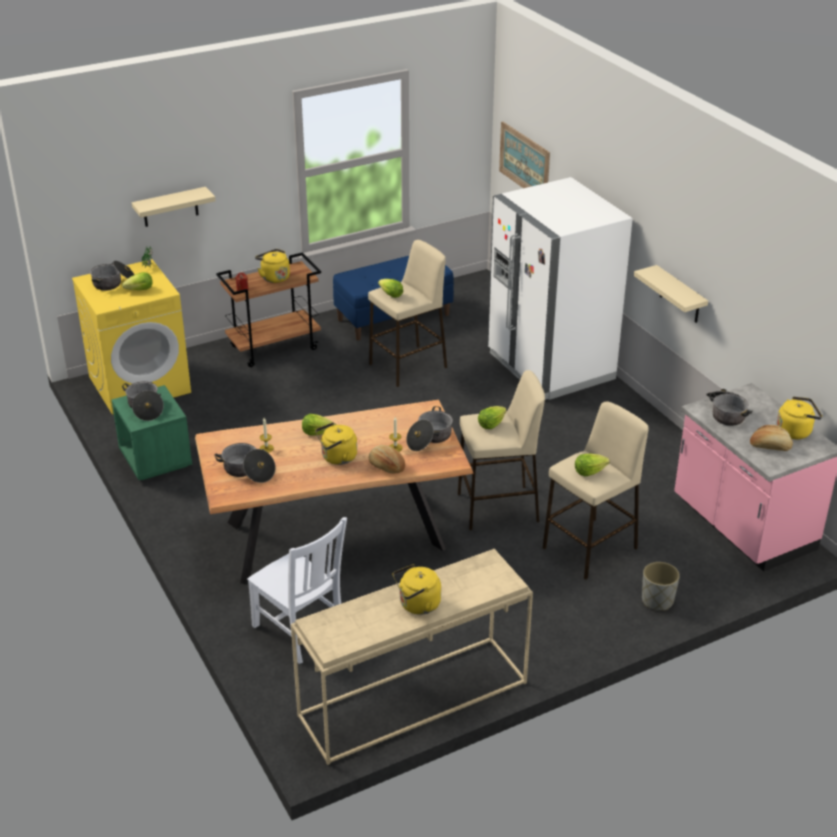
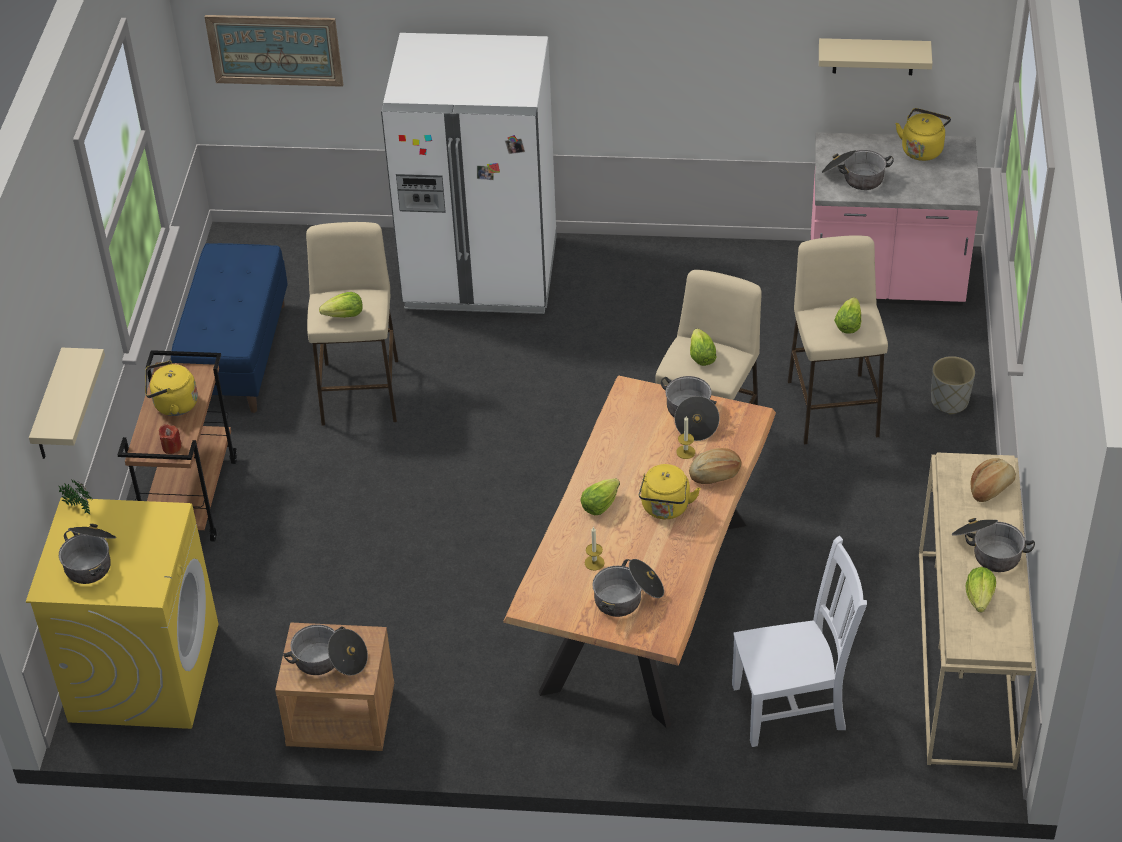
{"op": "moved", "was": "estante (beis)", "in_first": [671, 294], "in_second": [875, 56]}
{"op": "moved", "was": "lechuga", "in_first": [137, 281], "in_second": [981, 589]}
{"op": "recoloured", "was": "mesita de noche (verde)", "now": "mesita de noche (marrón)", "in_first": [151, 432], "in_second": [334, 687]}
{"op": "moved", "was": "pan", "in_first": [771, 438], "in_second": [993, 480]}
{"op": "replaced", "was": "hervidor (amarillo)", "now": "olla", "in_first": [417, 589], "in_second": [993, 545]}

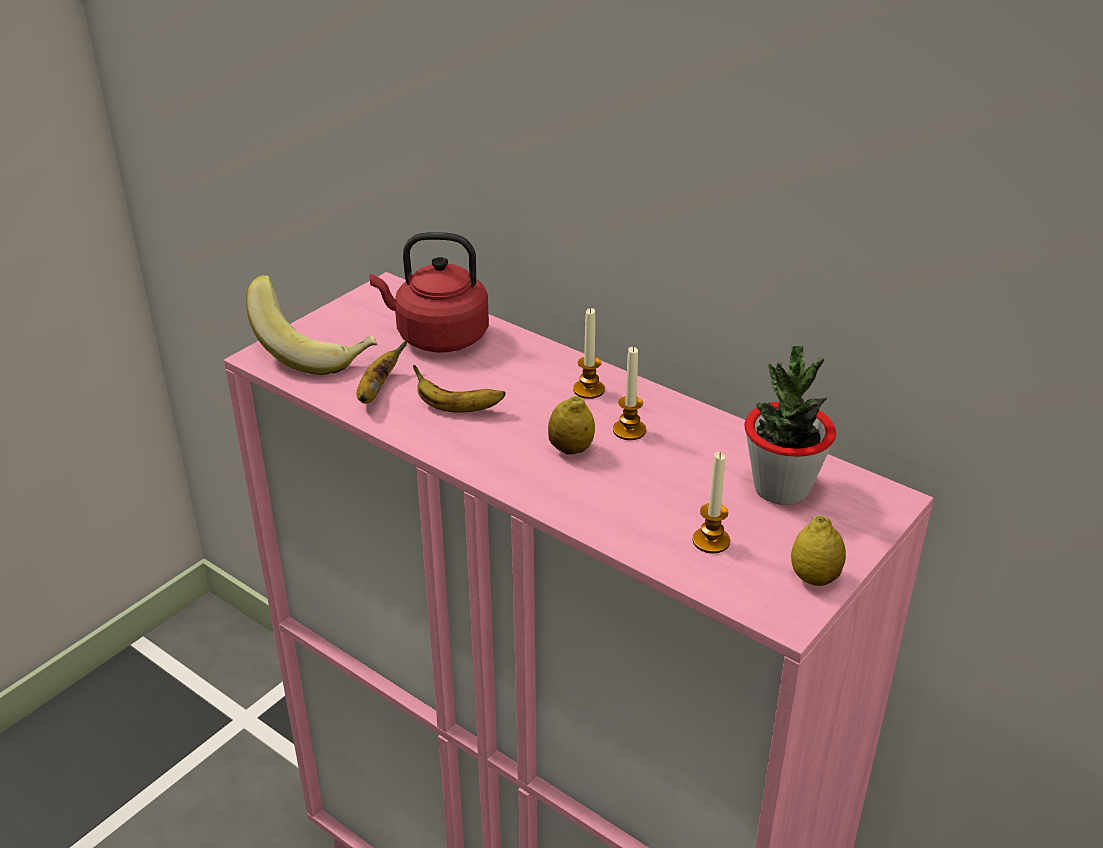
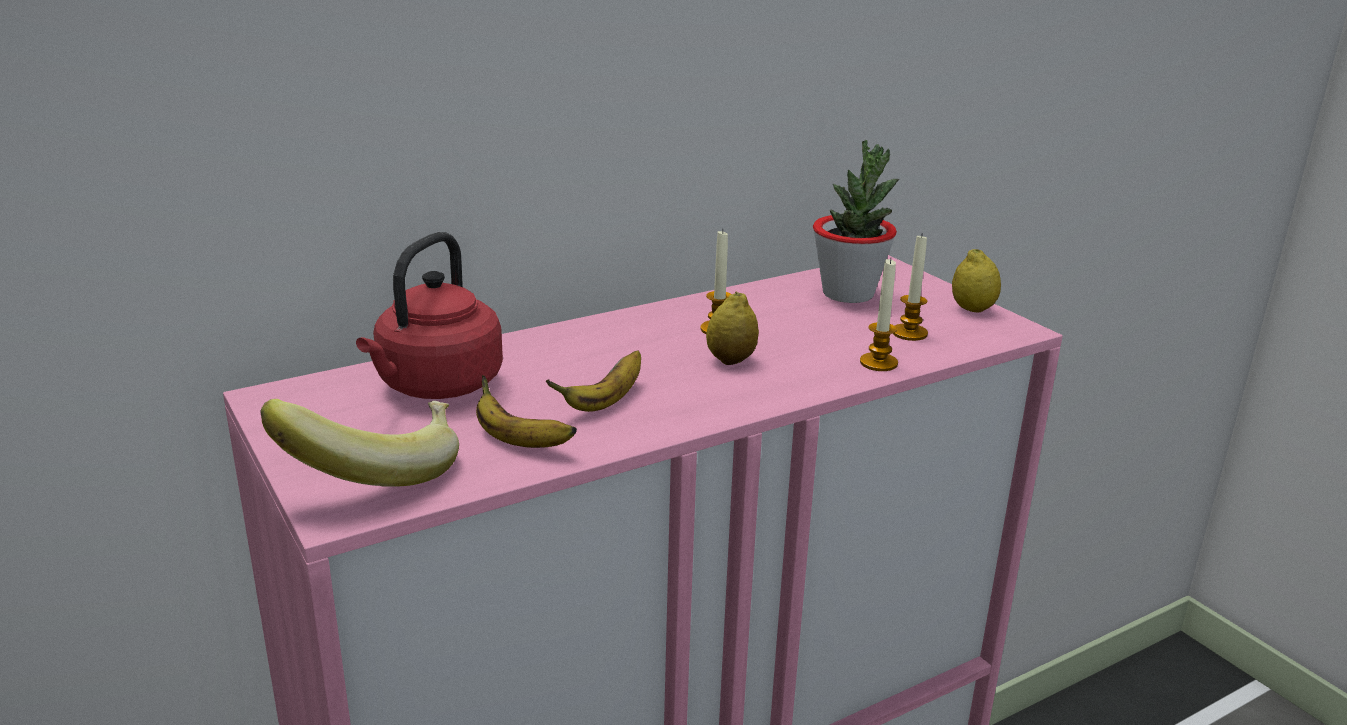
{"op": "moved", "was": "vela", "in_first": [589, 353], "in_second": [879, 315]}

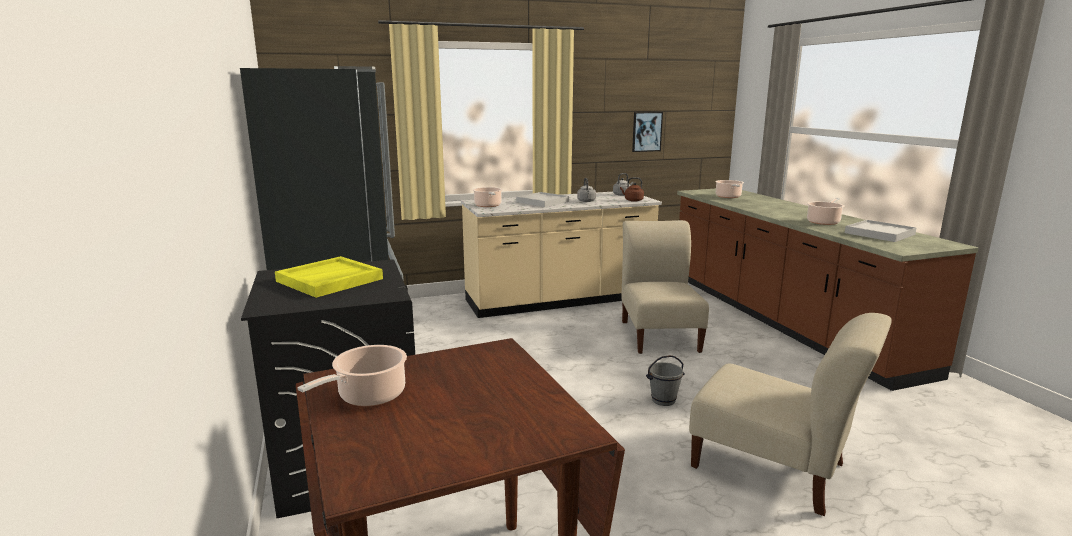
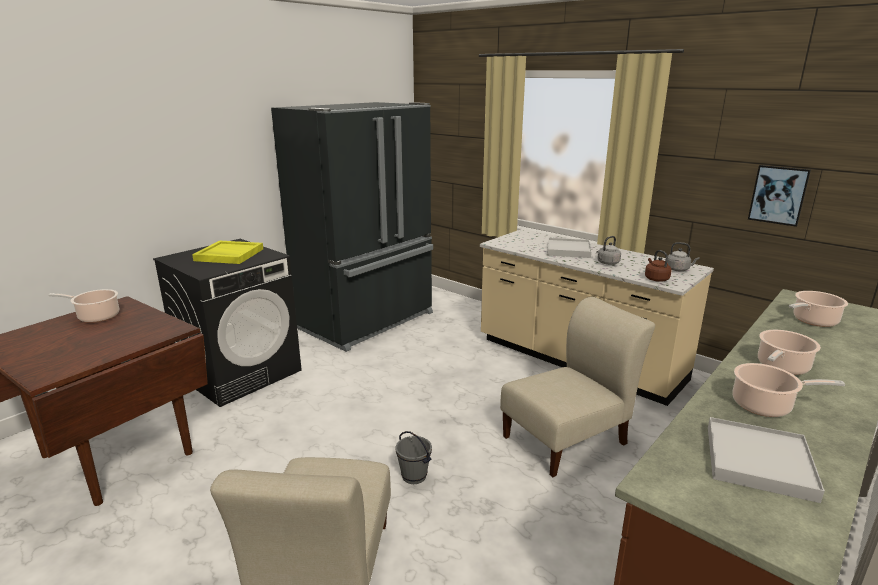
{"op": "moved", "was": "olla", "in_first": [488, 197], "in_second": [789, 352]}

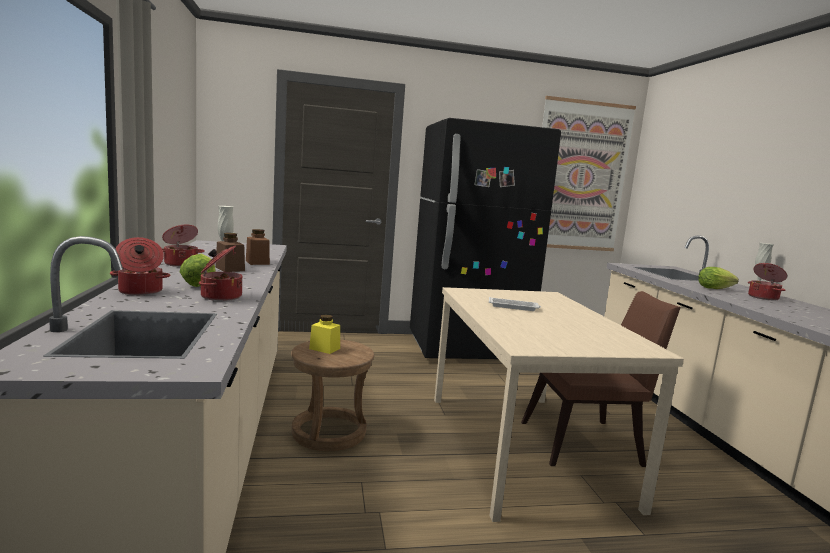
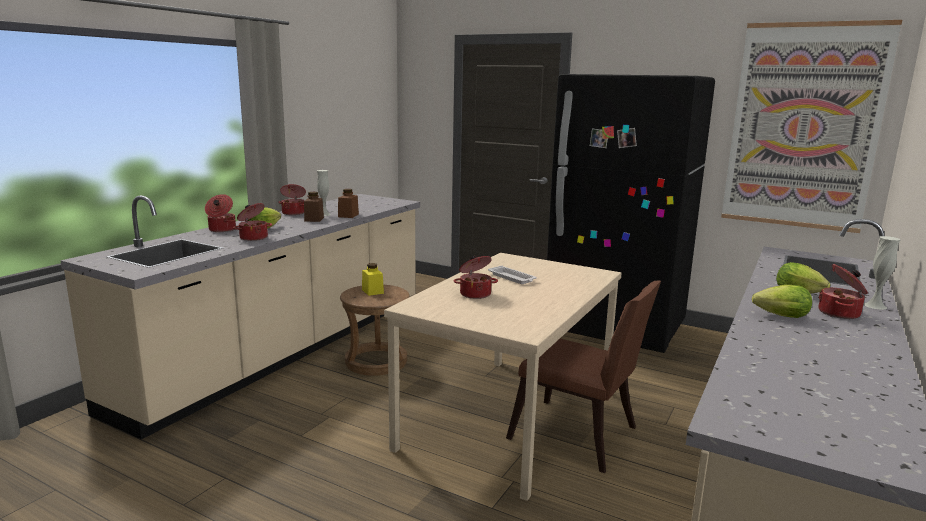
{"op": "added", "now": "olla", "in_second": [476, 277]}
{"op": "added", "now": "lechuga", "in_second": [782, 301]}

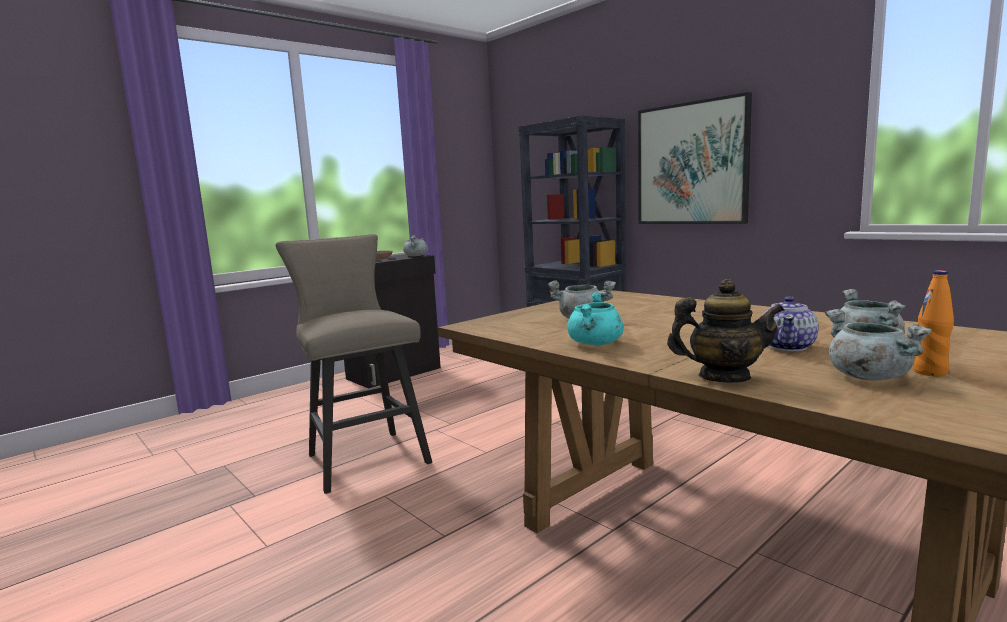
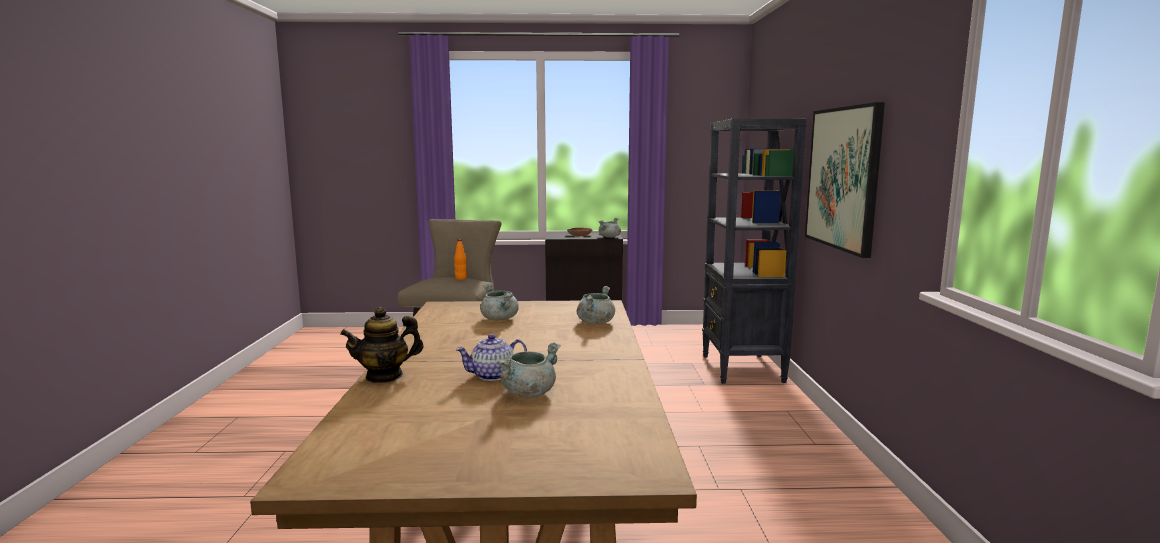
{"op": "moved", "was": "botella (naranja)", "in_first": [933, 323], "in_second": [460, 259]}
{"op": "turned", "was": "tetera", "in_first": [725, 331], "in_second": [381, 345], "clockwise": 105}
{"op": "removed", "was": "olla (turquesa)", "in_first": [595, 318]}
{"op": "moved", "was": "olla (gris)", "in_first": [879, 345], "in_second": [596, 305]}

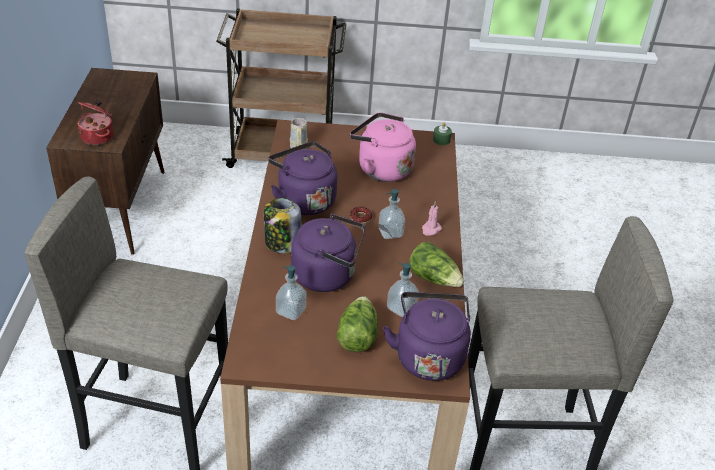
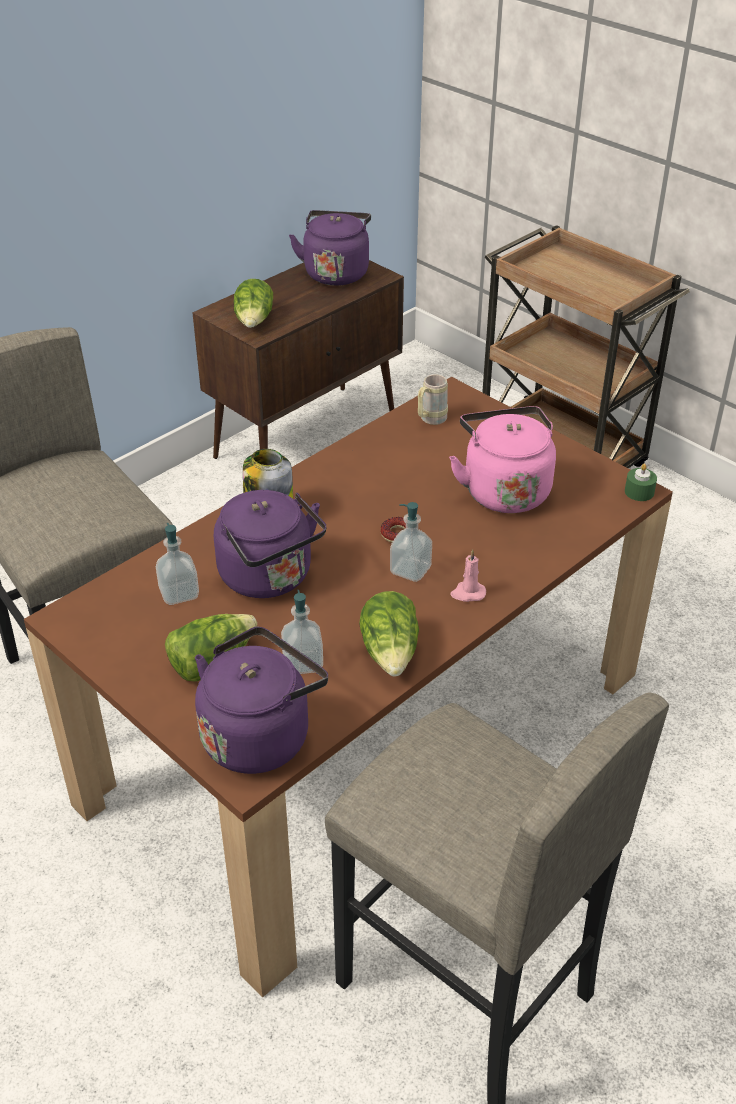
{"op": "replaced", "was": "olla", "now": "lechuga", "in_first": [95, 122], "in_second": [253, 303]}
{"op": "moved", "was": "hervidor (morado)", "in_first": [302, 178], "in_second": [330, 247]}

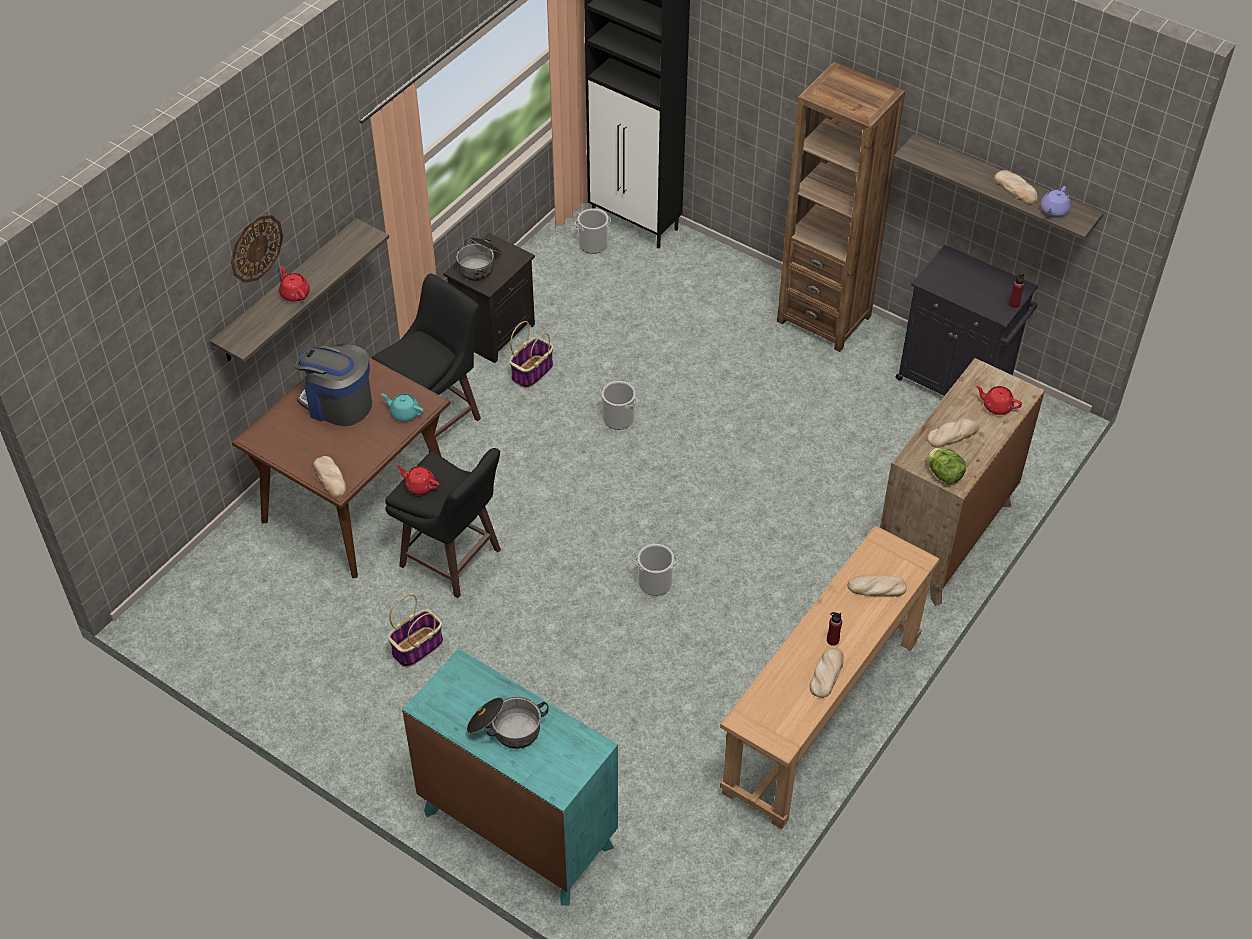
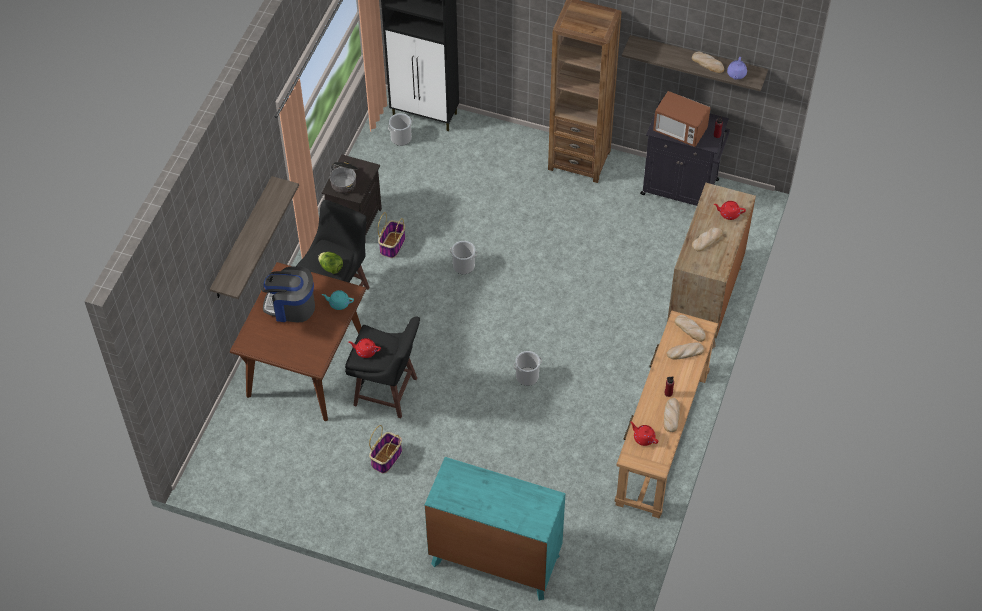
{"op": "removed", "was": "reloj de pared", "in_first": [257, 249]}
{"op": "moved", "was": "tetera (rojo)", "in_first": [294, 284], "in_second": [644, 433]}
{"op": "moved", "was": "lechuga", "in_first": [947, 466], "in_second": [330, 263]}
{"op": "moved", "was": "pan", "in_first": [329, 477], "in_second": [690, 328]}
{"op": "removed", "was": "olla", "in_first": [508, 722]}
{"op": "added", "now": "microondas", "in_second": [682, 119]}

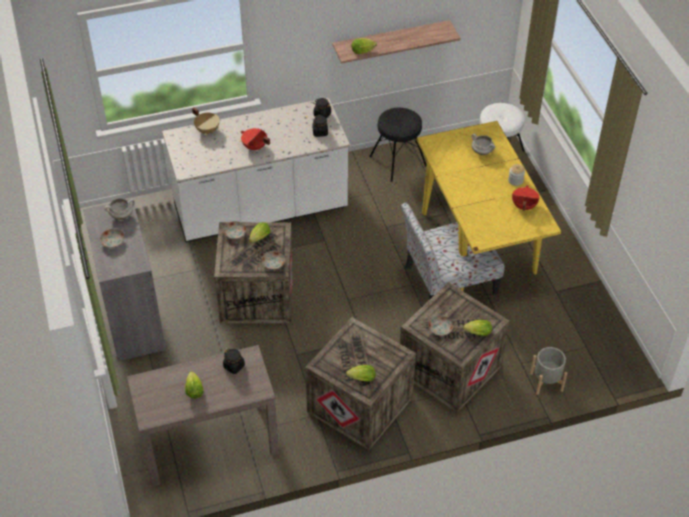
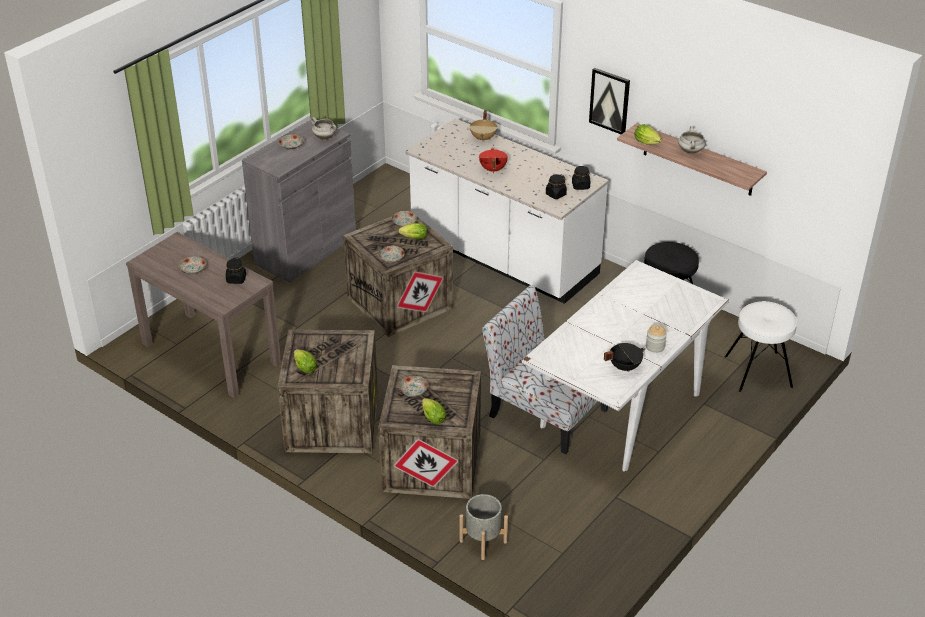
{"op": "recoloured", "was": "mesa de comedor (amarillo)", "now": "mesa de comedor (blanco)", "in_first": [488, 206], "in_second": [625, 366]}
{"op": "moved", "was": "olla (blanco)", "in_first": [483, 144], "in_second": [692, 140]}
{"op": "recoloured", "was": "olla (rojo)", "now": "olla (negro)", "in_first": [525, 198], "in_second": [624, 357]}
{"op": "replaced", "was": "lechuga", "now": "plato", "in_first": [194, 385], "in_second": [192, 265]}
{"op": "added", "now": "cuadro", "in_second": [609, 101]}

